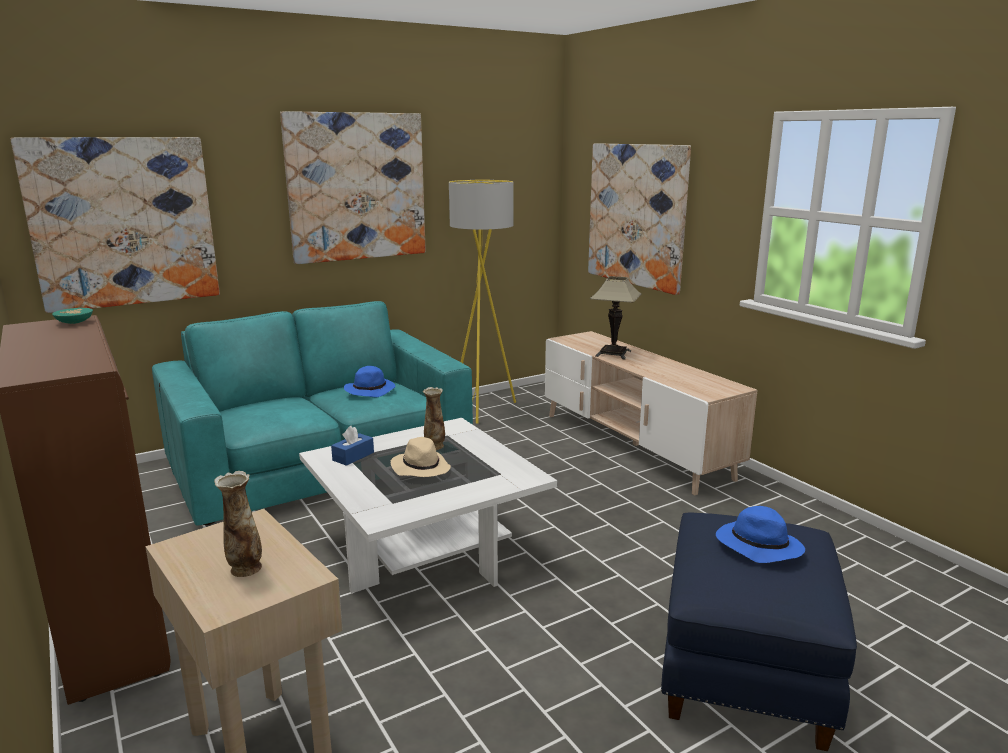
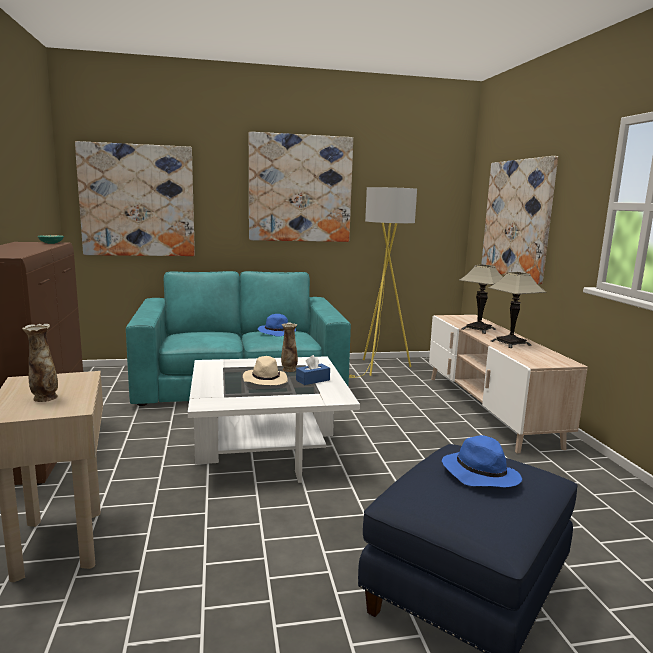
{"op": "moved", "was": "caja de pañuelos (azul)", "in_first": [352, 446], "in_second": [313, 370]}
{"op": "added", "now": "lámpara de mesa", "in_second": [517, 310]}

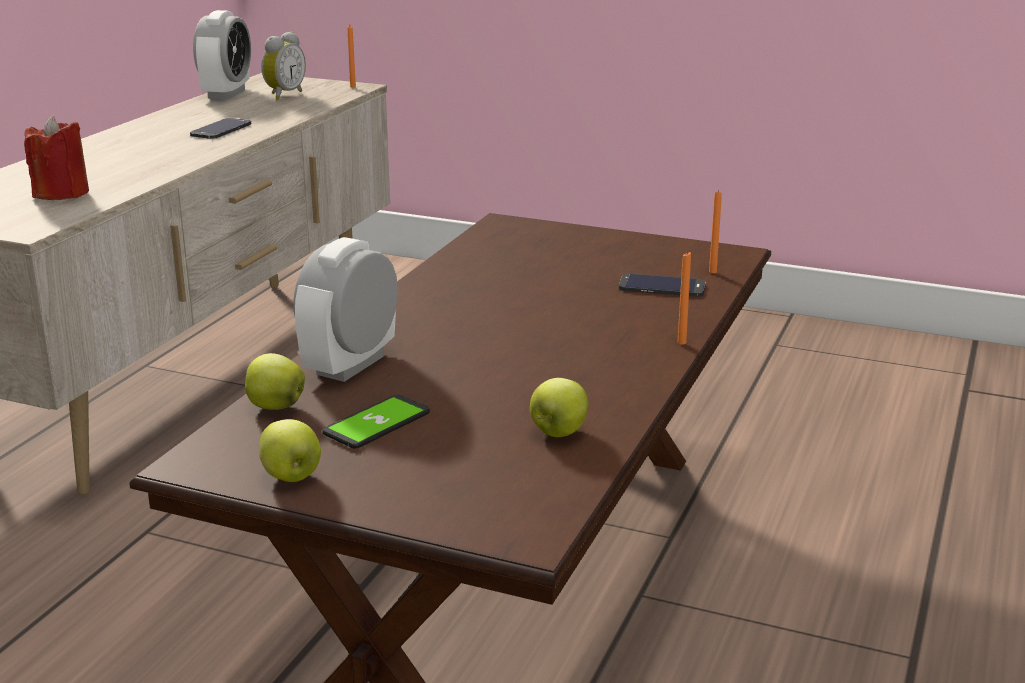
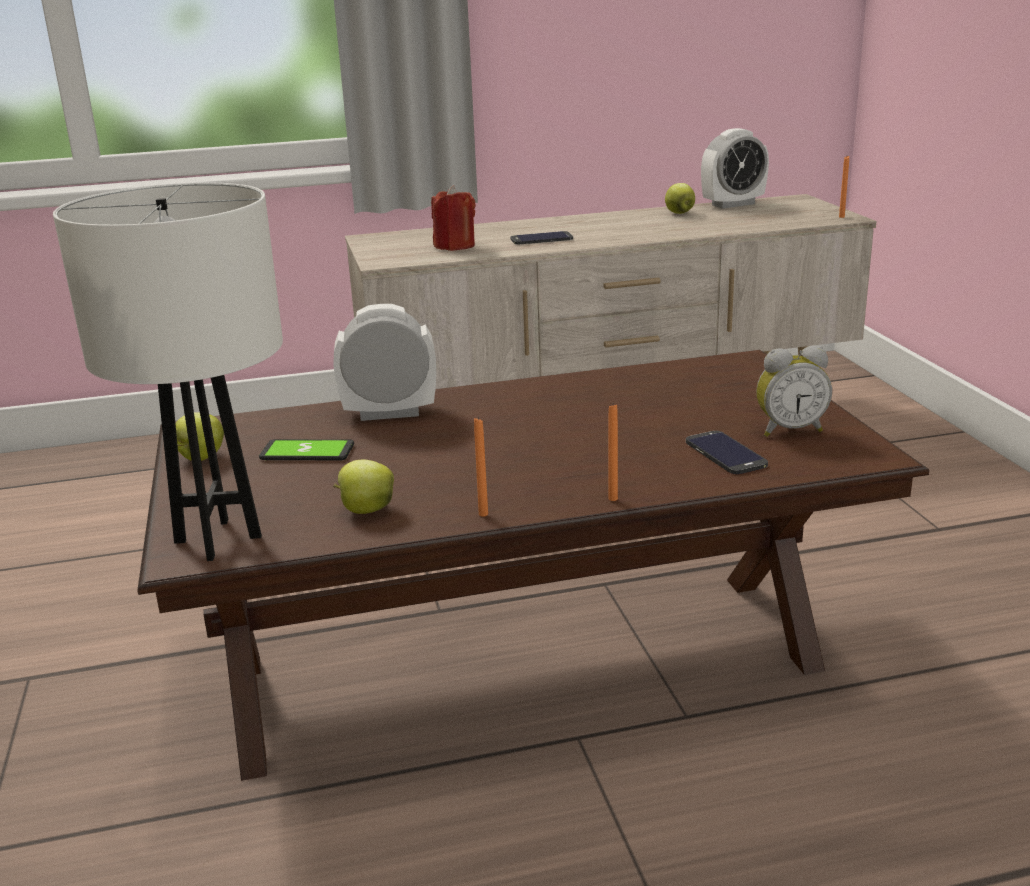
{"op": "moved", "was": "despertador", "in_first": [283, 65], "in_second": [794, 391]}
{"op": "moved", "was": "móvil", "in_first": [220, 128], "in_second": [542, 237]}
{"op": "moved", "was": "vela (naranja)", "in_first": [715, 231], "in_second": [481, 467]}
{"op": "moved", "was": "manzana", "in_first": [275, 381], "in_second": [680, 198]}
{"op": "added", "now": "lámpara de mesa (blanco)", "in_second": [168, 372]}

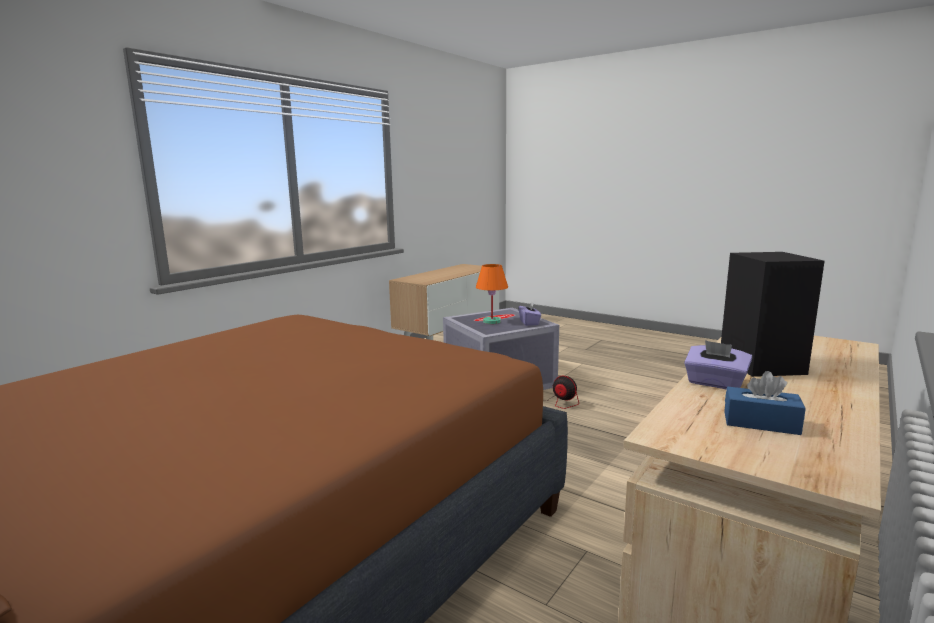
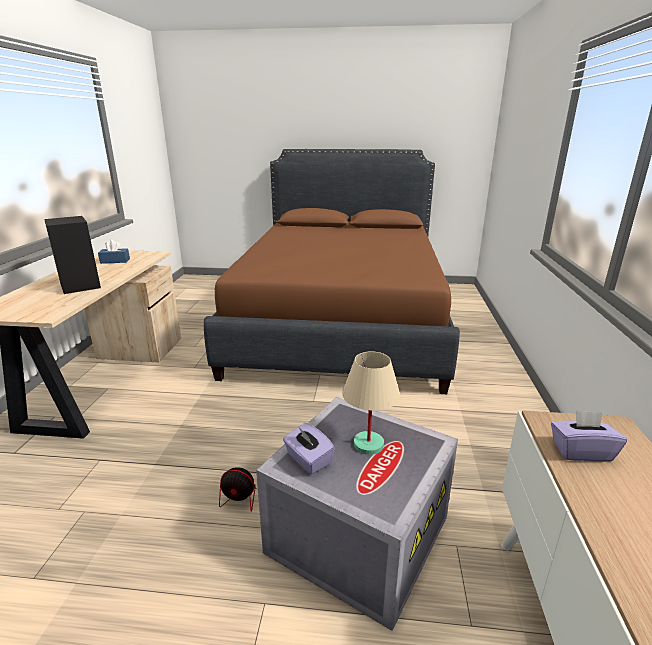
{"op": "recoloured", "was": "lámpara de mesa (naranja)", "now": "lámpara de mesa (beis)", "in_first": [492, 294], "in_second": [371, 403]}
{"op": "moved", "was": "caja de pañuelos (morado)", "in_first": [718, 365], "in_second": [589, 436]}

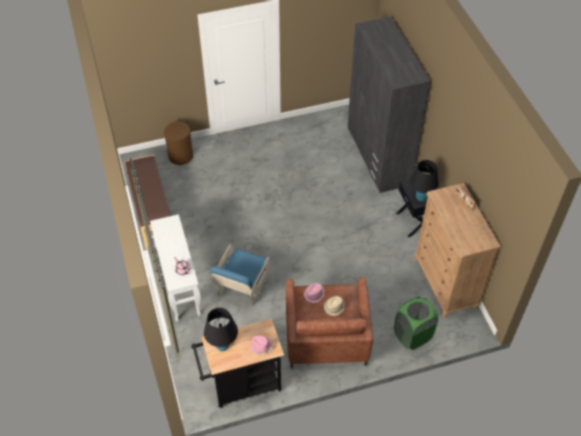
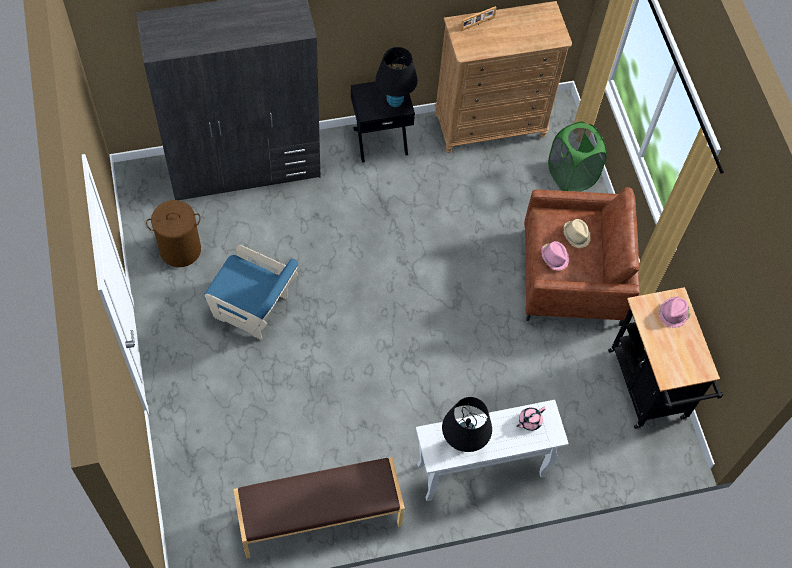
{"op": "moved", "was": "cesto de la ropa (marrón)", "in_first": [178, 143], "in_second": [173, 233]}
{"op": "moved", "was": "sillón (azul)", "in_first": [239, 275], "in_second": [251, 292]}
{"op": "moved", "was": "lámpara de mesa (negro)", "in_first": [221, 329], "in_second": [467, 424]}

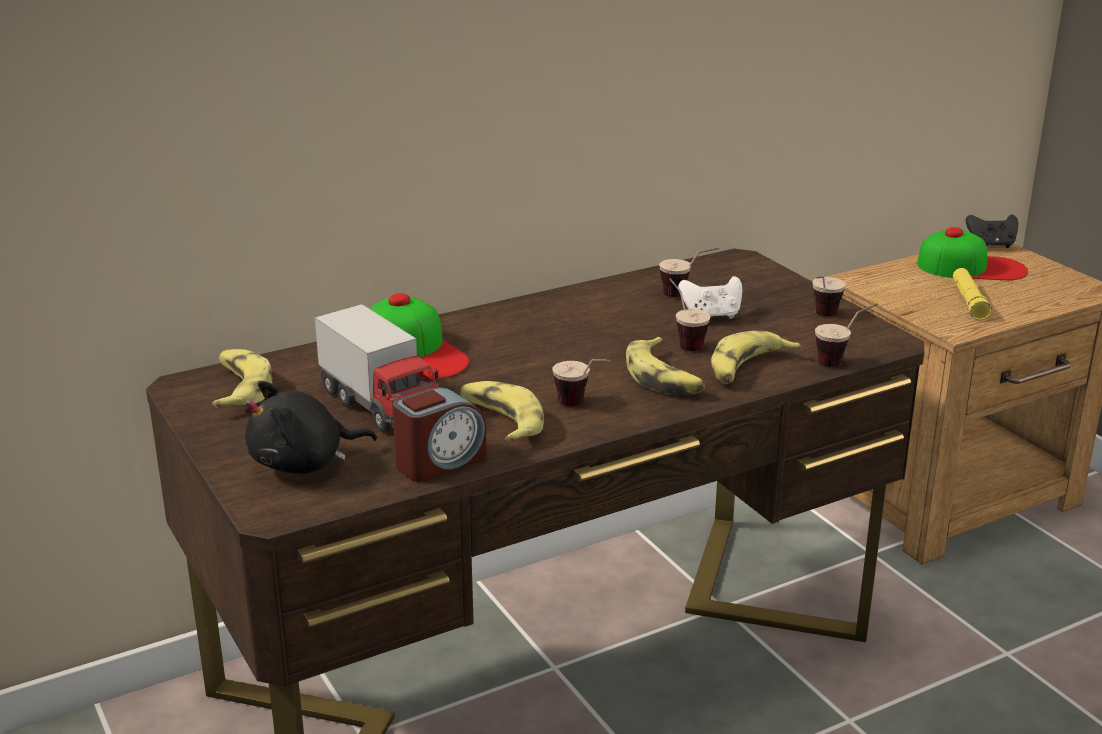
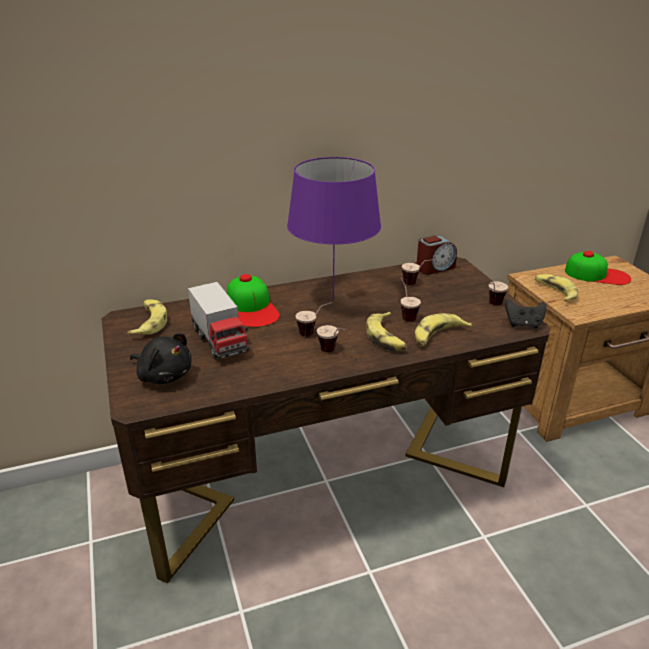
{"op": "moved", "was": "mando de consola (negro)", "in_first": [992, 231], "in_second": [526, 314]}
{"op": "removed", "was": "linterna (amarillo)", "in_first": [972, 294]}
{"op": "removed", "was": "mando de consola (blanco)", "in_first": [710, 297]}
{"op": "moved", "was": "taza", "in_first": [846, 335], "in_second": [315, 319]}
{"op": "turned", "was": "peluche (negro)", "in_first": [311, 427], "in_second": [161, 358], "clockwise": -135}
{"op": "moved", "was": "plátano", "in_first": [501, 412], "in_second": [556, 288]}
{"op": "moved", "was": "despertador", "in_first": [439, 434], "in_second": [437, 255]}
{"op": "added", "now": "lámpara de mesa (morado)", "in_second": [334, 228]}

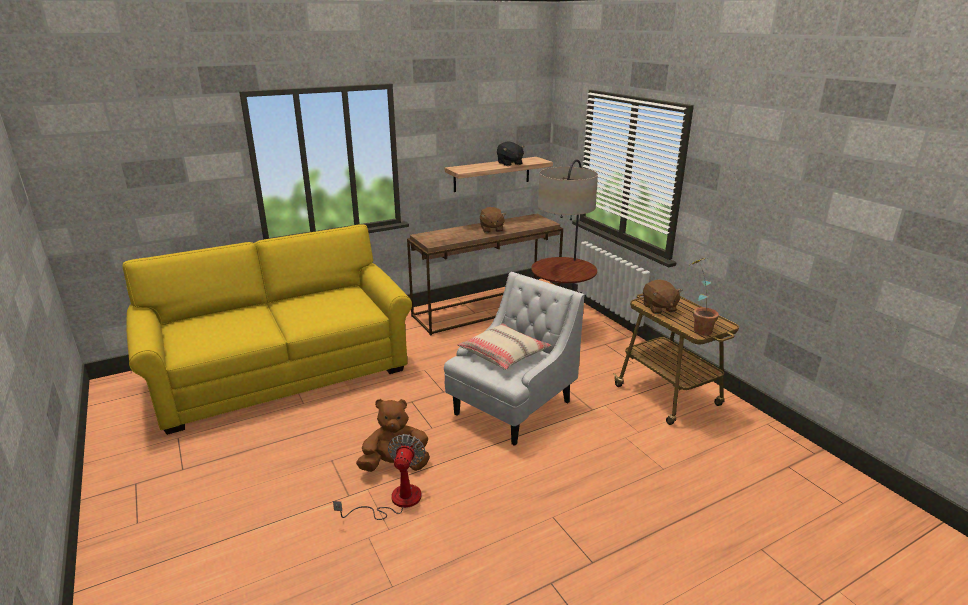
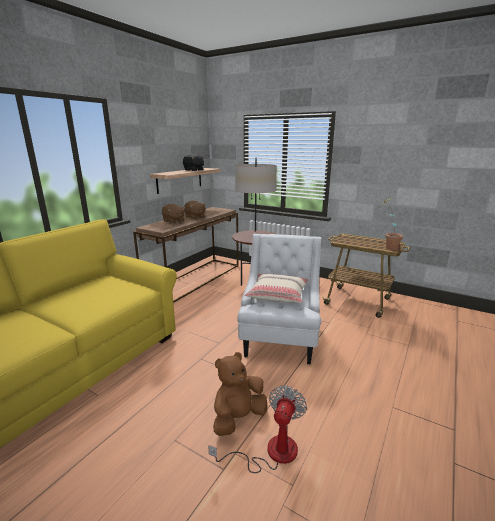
{"op": "moved", "was": "peluche (marrón)", "in_first": [663, 296], "in_second": [173, 214]}
{"op": "turned", "was": "ventilador", "in_first": [379, 477], "in_second": [257, 429], "clockwise": 45}

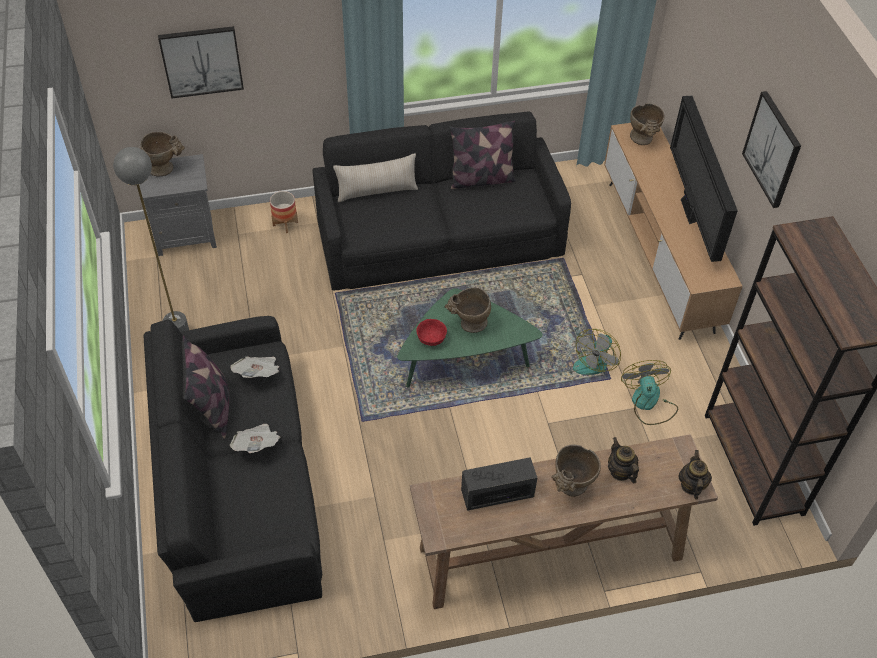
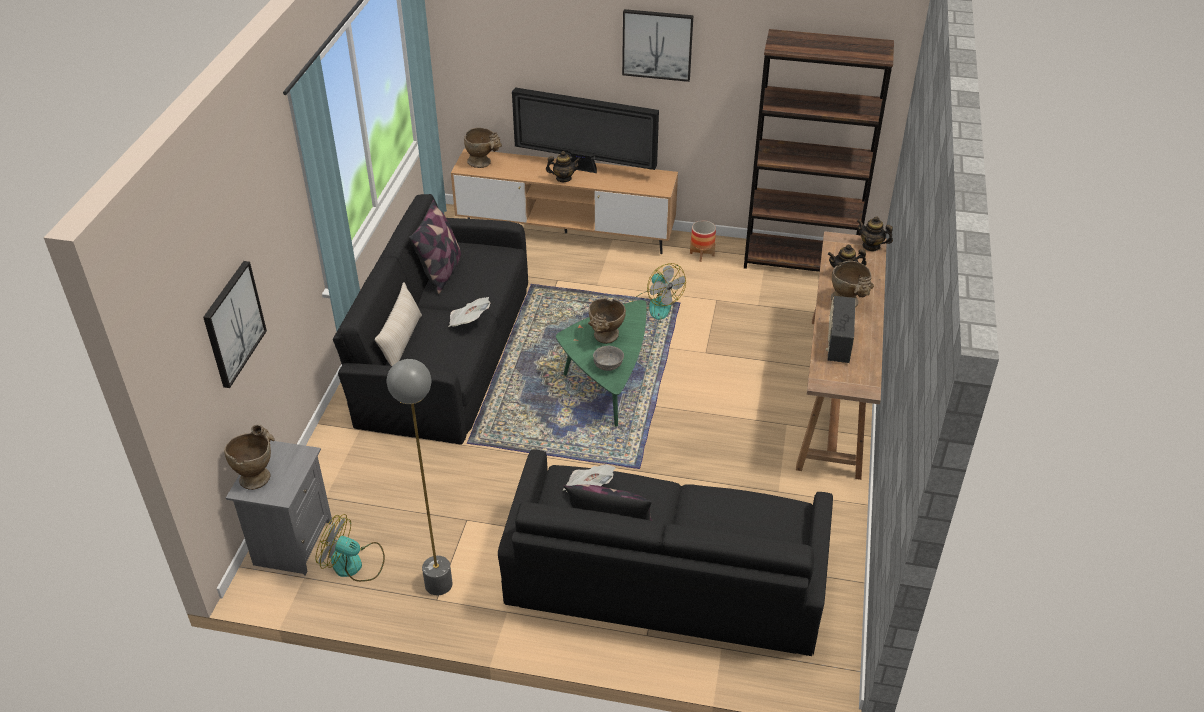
{"op": "moved", "was": "maceta", "in_first": [284, 212], "in_second": [703, 241]}
{"op": "recoloured", "was": "cuenco (rojo)", "now": "cuenco (gris)", "in_first": [431, 332], "in_second": [608, 358]}
{"op": "moved", "was": "ventilador", "in_first": [649, 392], "in_second": [350, 548]}
{"op": "moved", "was": "periódico", "in_first": [255, 438], "in_second": [469, 312]}
{"op": "added", "now": "tetera", "in_second": [563, 166]}

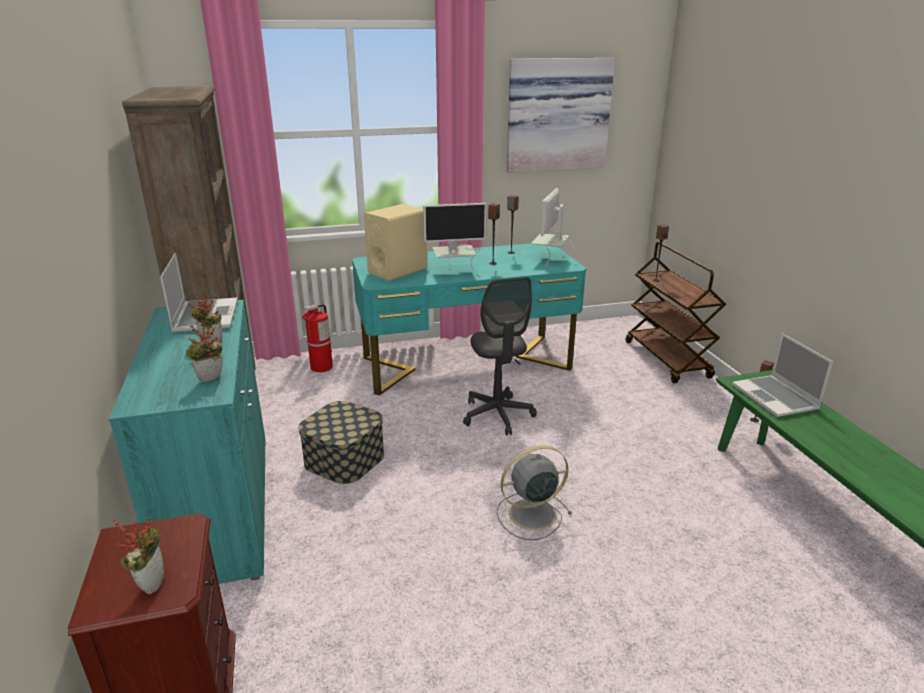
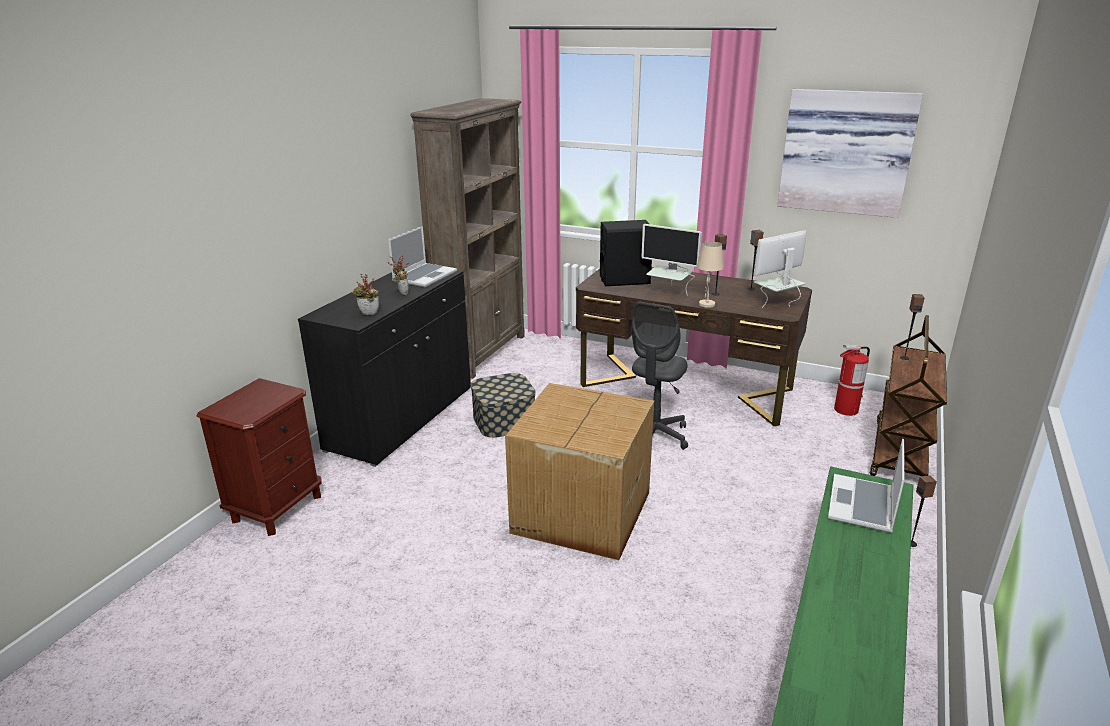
{"op": "recoloured", "was": "altavoz (beis)", "now": "altavoz (negro)", "in_first": [395, 242], "in_second": [626, 253]}
{"op": "recoloured", "was": "escritorio (turquesa)", "now": "escritorio (marrón)", "in_first": [469, 319], "in_second": [694, 346]}
{"op": "recoloured", "was": "armario (turquesa)", "now": "armario (negro)", "in_first": [187, 442], "in_second": [384, 368]}
{"op": "moved", "was": "extintor", "in_first": [317, 338], "in_second": [852, 380]}
{"op": "replaced", "was": "ventilador (gris)", "now": "caja de cartón", "in_first": [534, 493], "in_second": [579, 471]}
{"op": "removed", "was": "planta en maceta", "in_first": [138, 555]}
{"op": "added", "now": "lámpara de mesa (beis)", "in_second": [710, 274]}

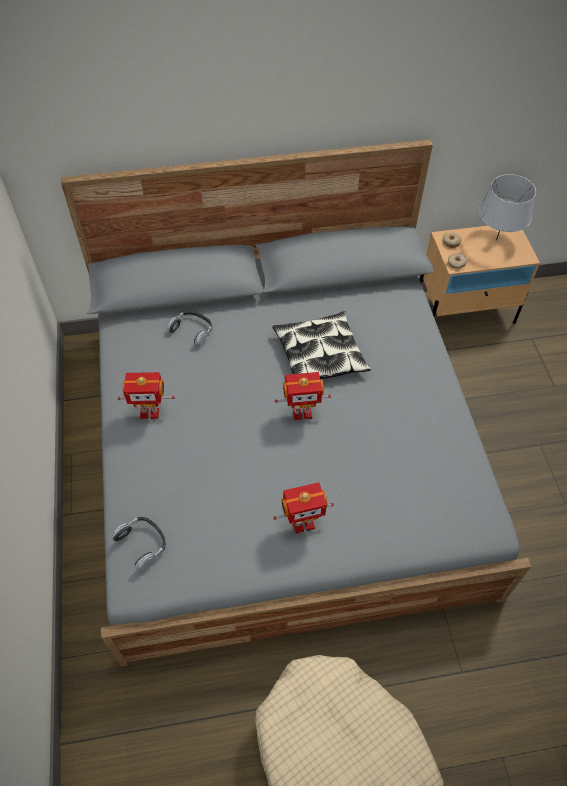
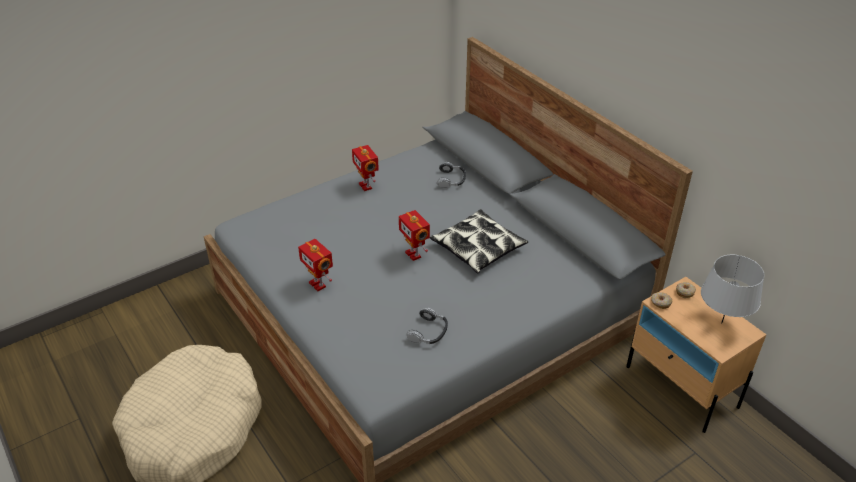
{"op": "moved", "was": "auriculares", "in_first": [139, 543], "in_second": [427, 326]}

